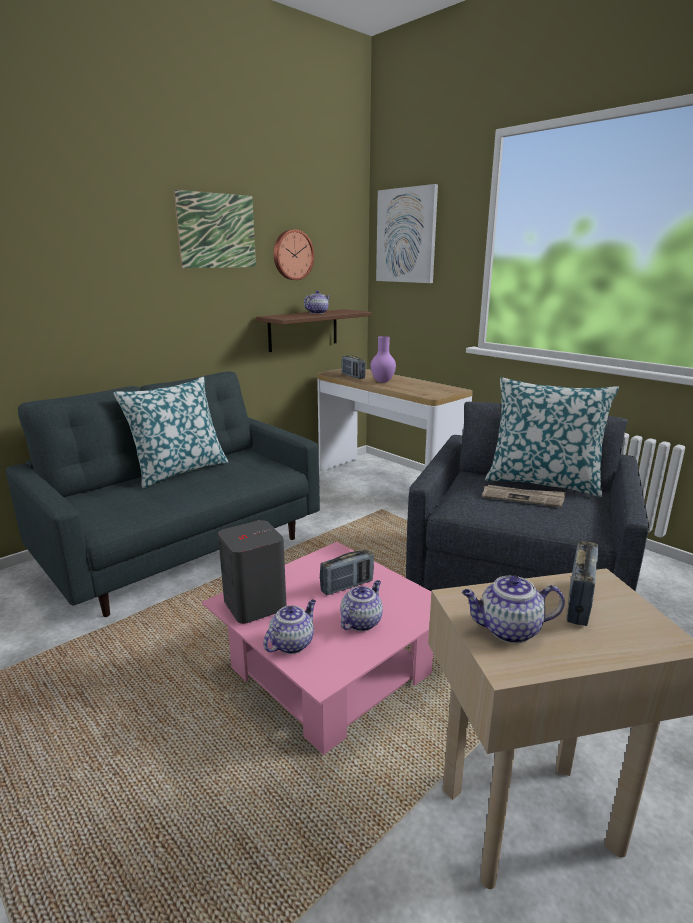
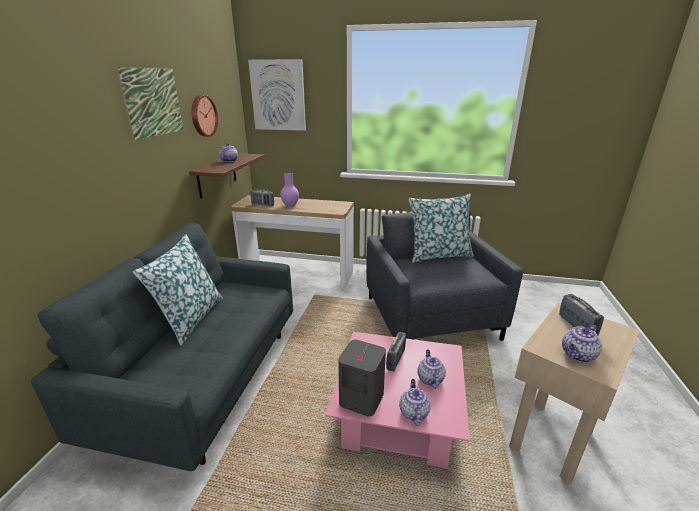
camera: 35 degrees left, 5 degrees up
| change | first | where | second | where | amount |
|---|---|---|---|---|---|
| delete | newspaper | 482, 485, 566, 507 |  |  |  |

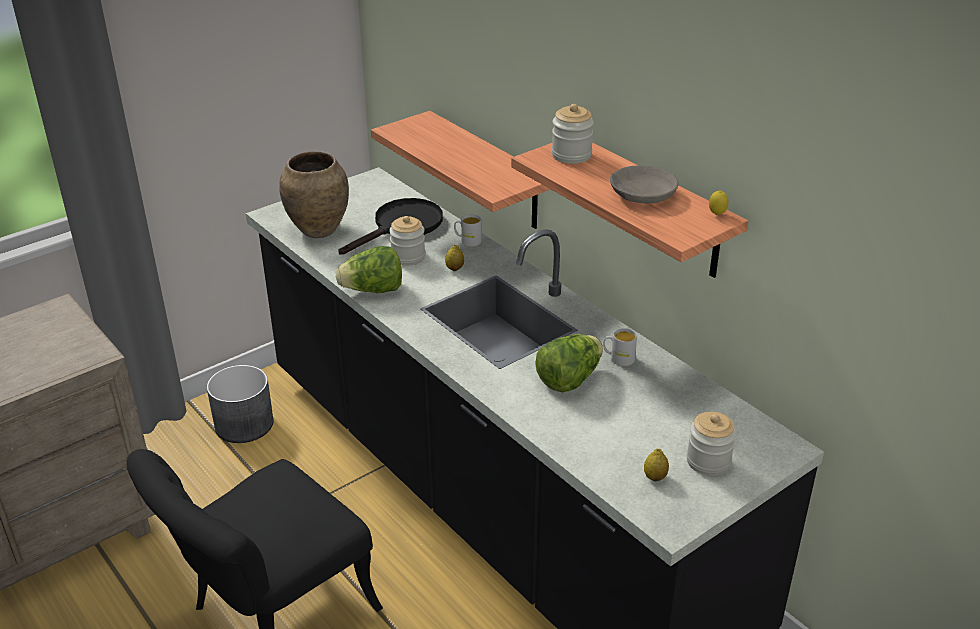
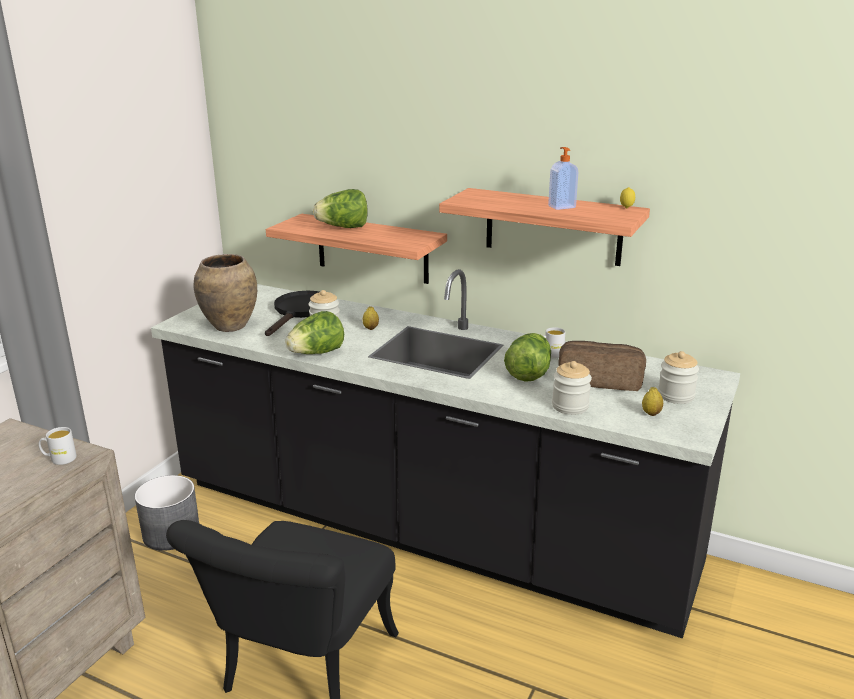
camera: 25 degrees left, 10 degrees down
| change | first | where | second | where | amount |
|---|---|---|---|---|---|
| move | white mug | 454, 214, 481, 247 |  | 39, 427, 77, 465 |  |
| insert |  |  | lettuce | 313, 189, 368, 228 |  |
| replace | grey bowl | 610, 166, 679, 204 | soap dispenser | 548, 147, 578, 210 |  |
| move | jar | 552, 104, 594, 164 |  | 552, 361, 592, 415 |  |
| insert |  |  | bread | 558, 341, 646, 391 |  |

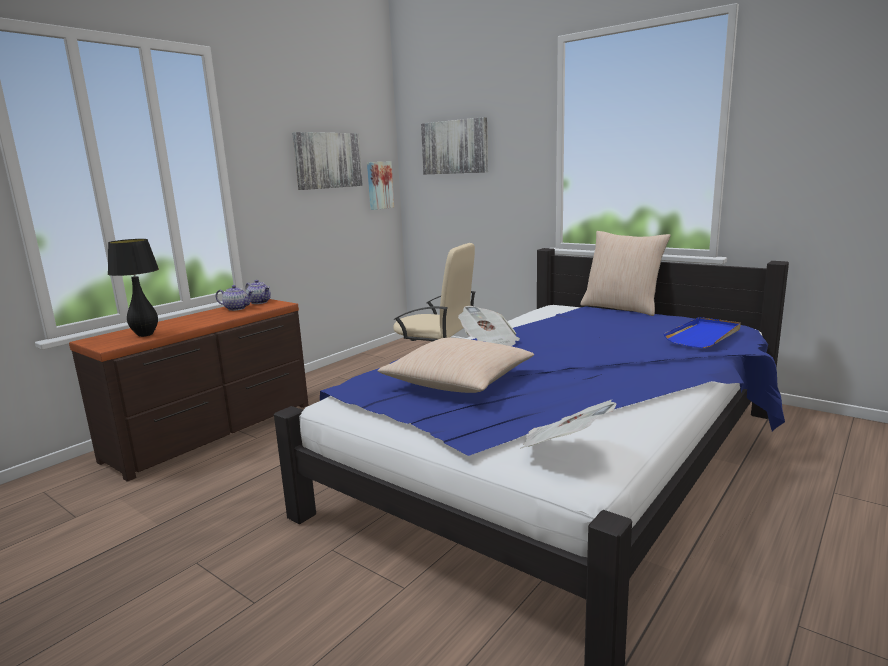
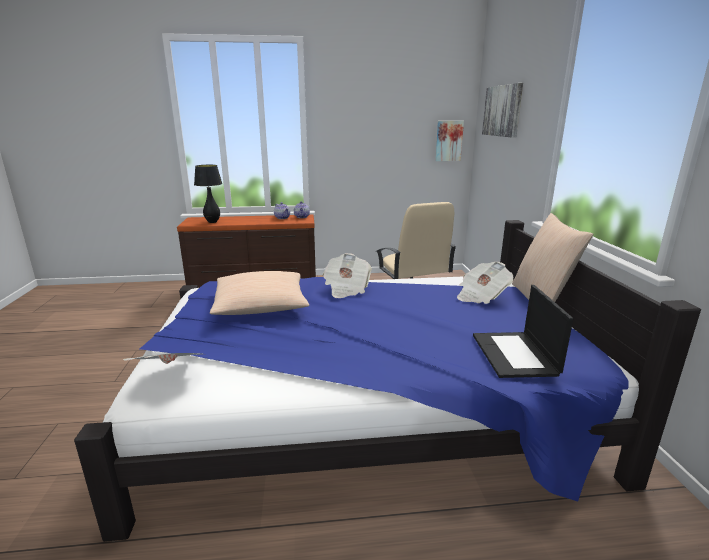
camera: 45 degrees right, 5 degrees up
| change | first | where | second | where | amount |
|---|---|---|---|---|---|
| insert |  |  | newspaper | 457, 262, 513, 304 |  |
| replace | blue tray | 664, 317, 741, 348 | laptop | 473, 285, 573, 378 |  |
| delete | picture | 292, 132, 363, 190 |  |  |  |

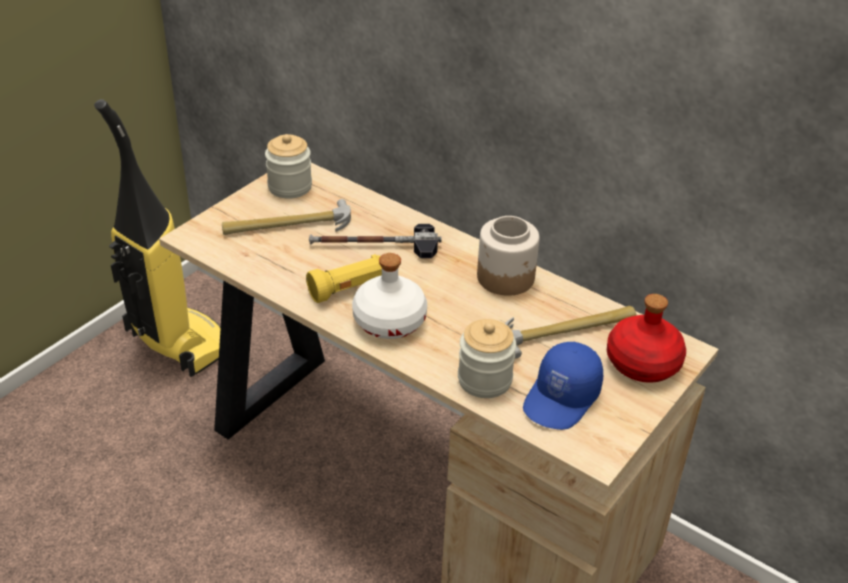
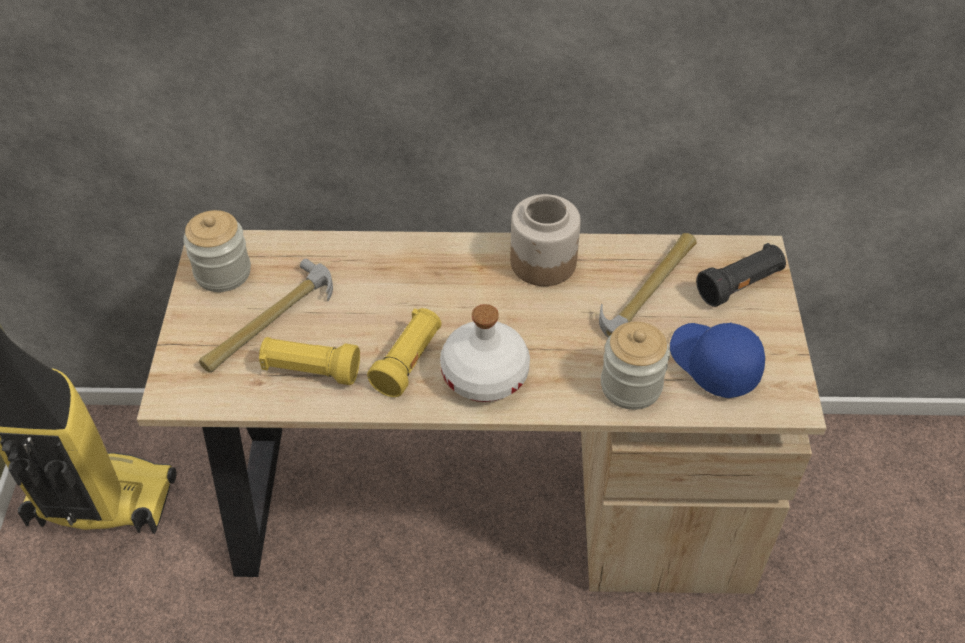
camera: 35 degrees left, 10 degrees up
| change | first | where | second | where | amount |
|---|---|---|---|---|---|
| insert |  |  | yellow flashlight | 259, 337, 360, 385 |  |
| rotate | blue cap | 523, 342, 603, 430 |  | 670, 322, 765, 398 | 150 degrees clockwise |
| replace | red bottle | 607, 294, 686, 383 | black flashlight | 696, 243, 786, 307 |  |
| delete | hammer | 309, 224, 442, 258 |  |  |  |

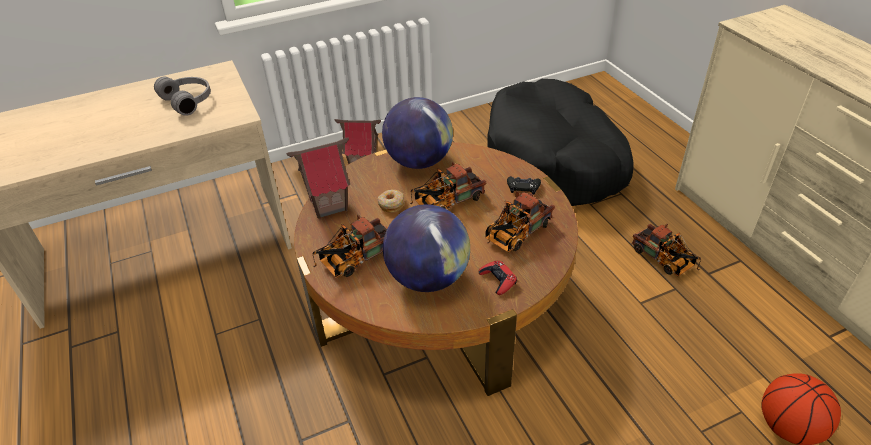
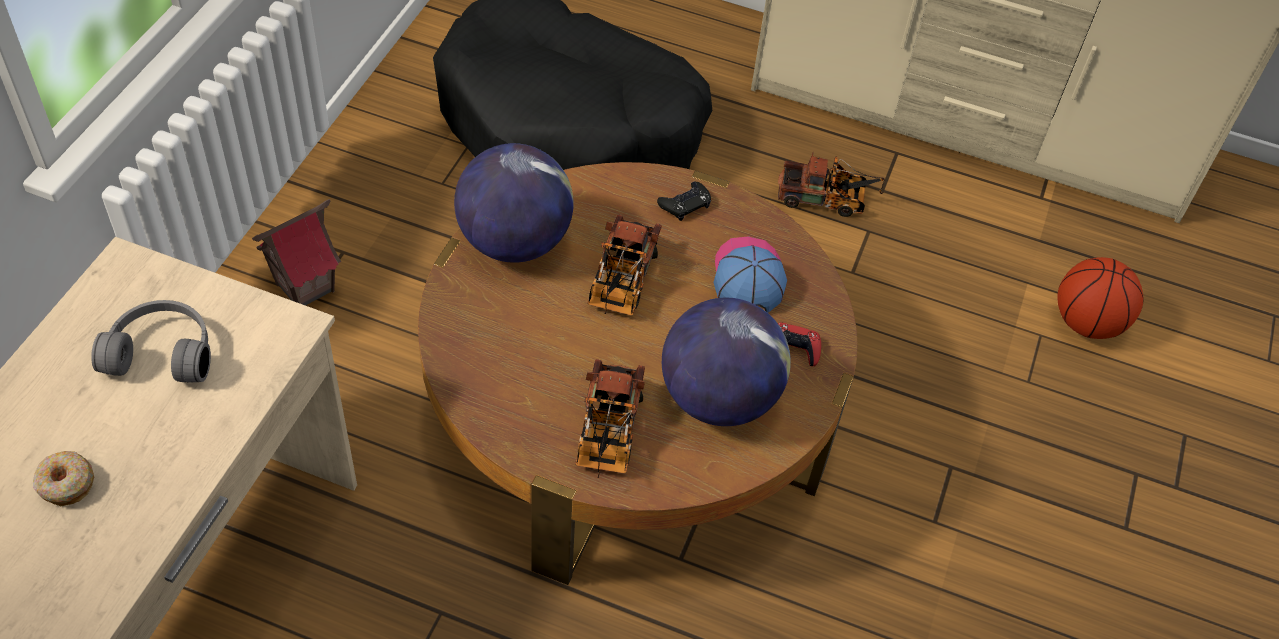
camera: 50 degrees left, 10 degrees up
| change | first | where | second | where | amount |
|---|---|---|---|---|---|
| move | donut | 378, 190, 405, 213 |  | 33, 451, 94, 506 |  |
| replace | toy truck | 485, 191, 555, 252 | cap | 713, 236, 787, 313 |  |
| delete | toy house | 287, 137, 350, 219 |  |  |  |

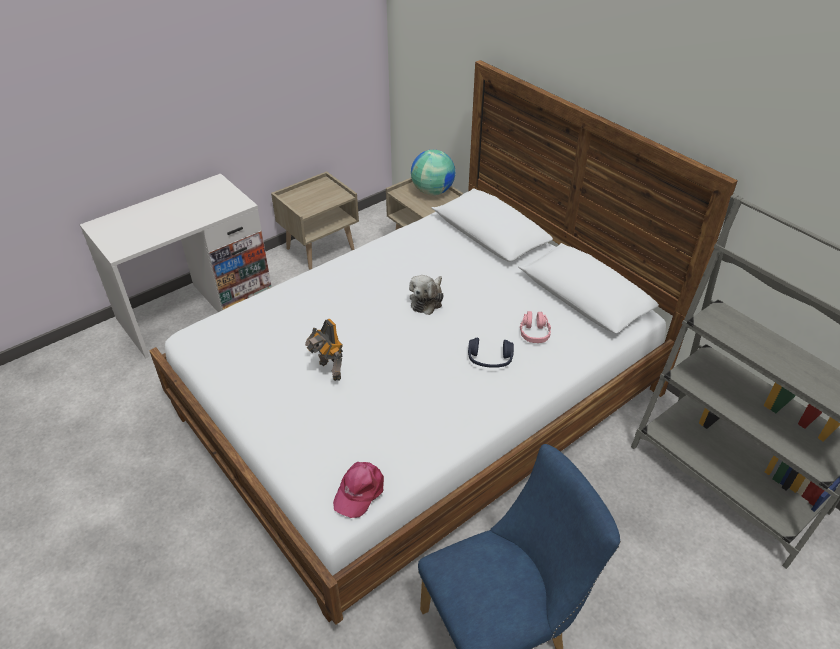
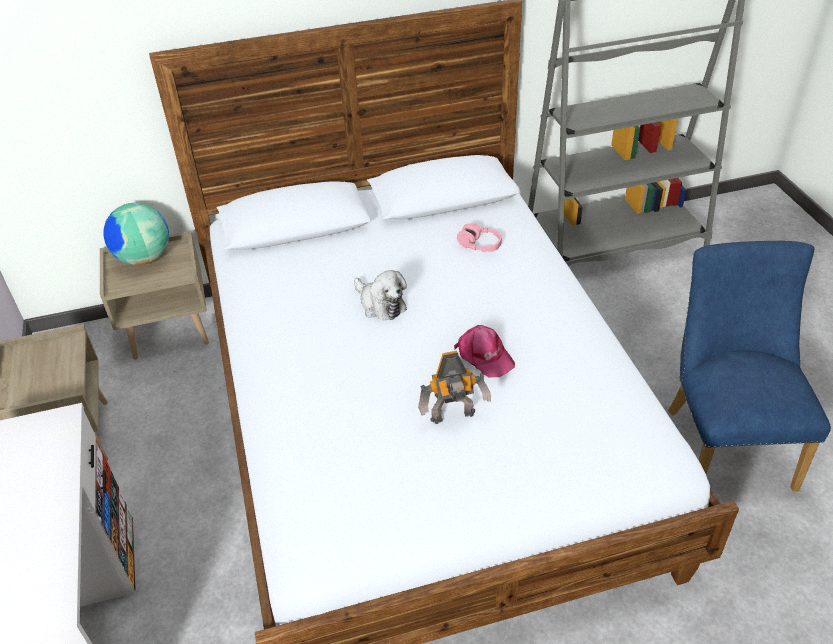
camera: 65 degrees left, 0 degrees up
| change | first | where | second | where | amount |
|---|---|---|---|---|---|
| move | pink cap | 333, 462, 384, 518 |  | 454, 325, 515, 377 |  |
| delete | blue headphones | 468, 338, 514, 368 |  |  |  |

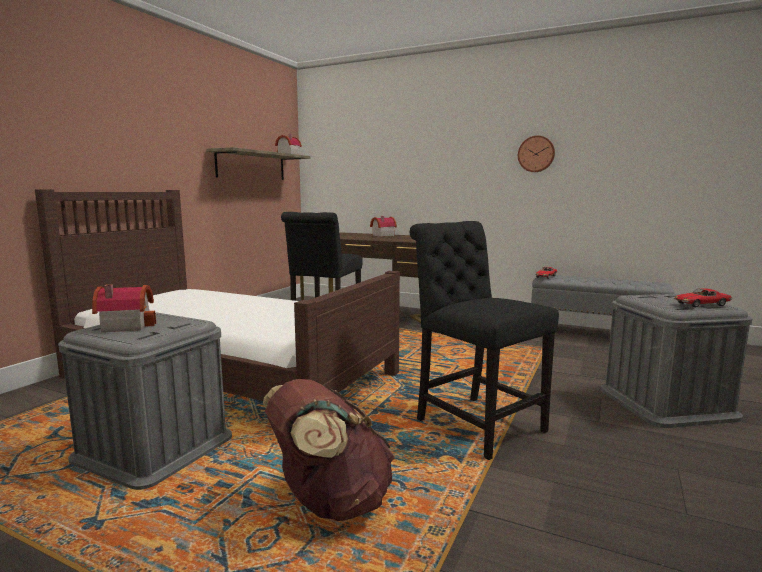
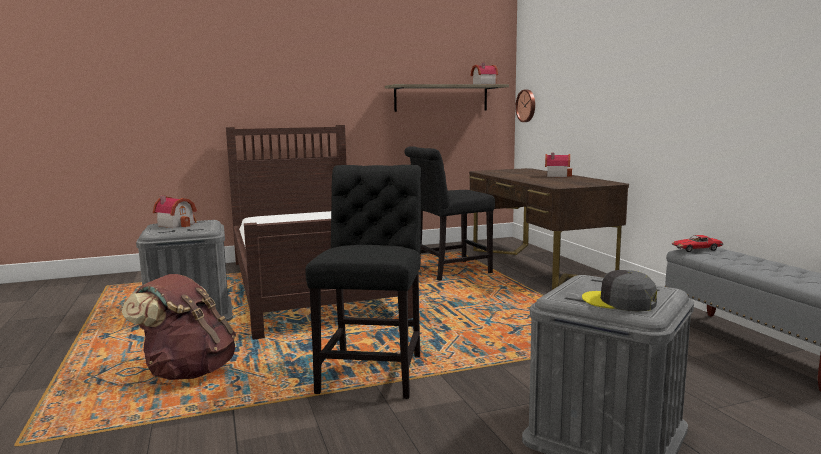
camera: 45 degrees right, 0 degrees up
| change | first | where | second | where | amount |
|---|---|---|---|---|---|
| move | wall clock | 518, 136, 555, 172 |  | 515, 90, 535, 122 |  |
| replace | toy car | 674, 288, 732, 308 | grey cap | 582, 270, 657, 311 |  |

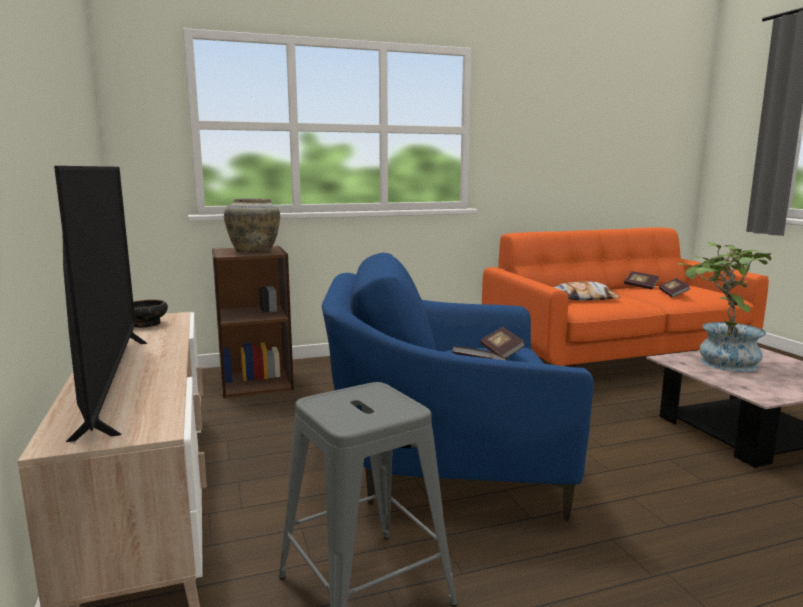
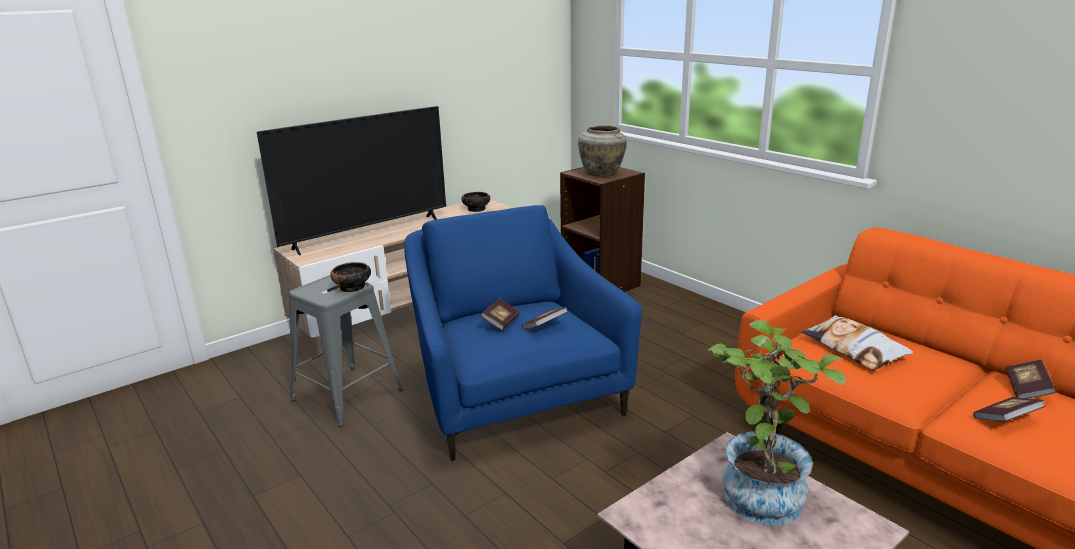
camera: 70 degrees right, 10 degrees up
| change | first | where | second | where | amount |
|---|---|---|---|---|---|
| insert |  |  | bowl | 330, 262, 371, 292 |  |

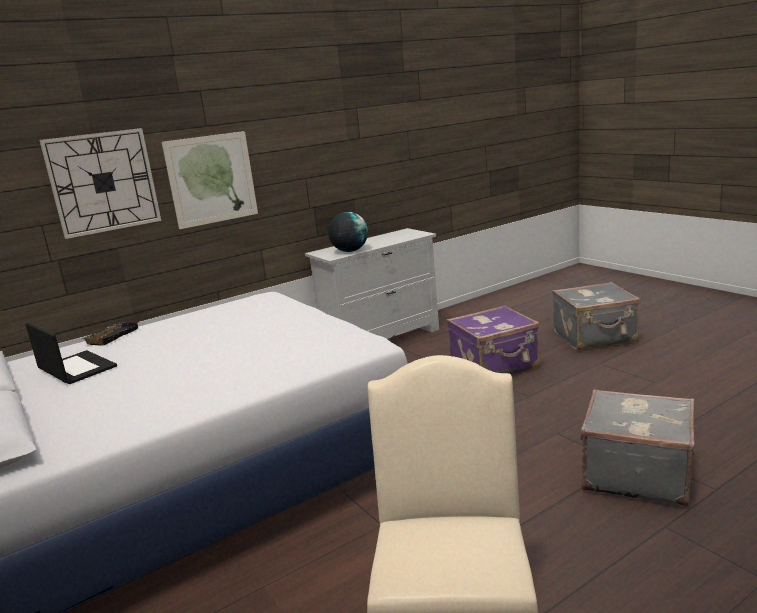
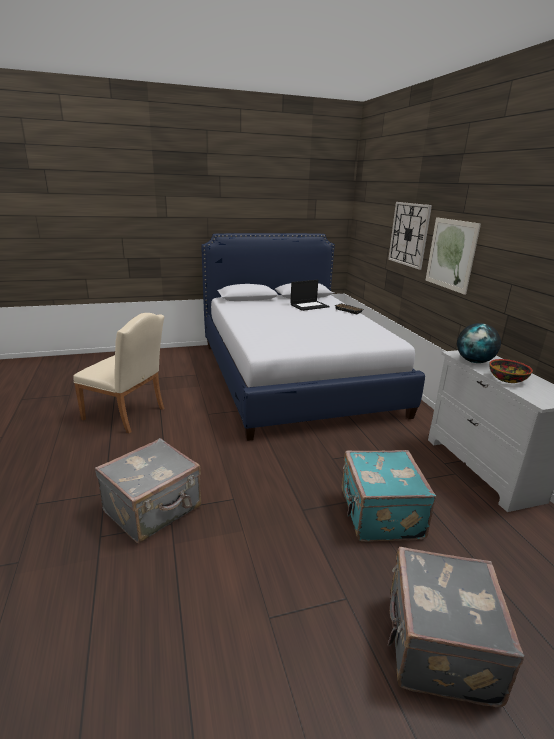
camera: 105 degrees right, 5 degrees up
| change | first | where | second | where | amount |
|---|---|---|---|---|---|
| recolor | purple suitcase | 447, 305, 540, 374 | turquoise suitcase | 342, 450, 436, 542 |  |
| insert |  |  | bowl | 489, 359, 533, 383 |  |

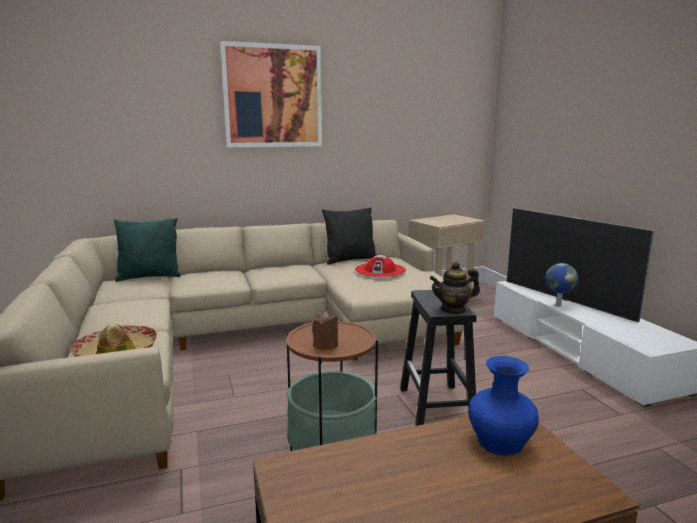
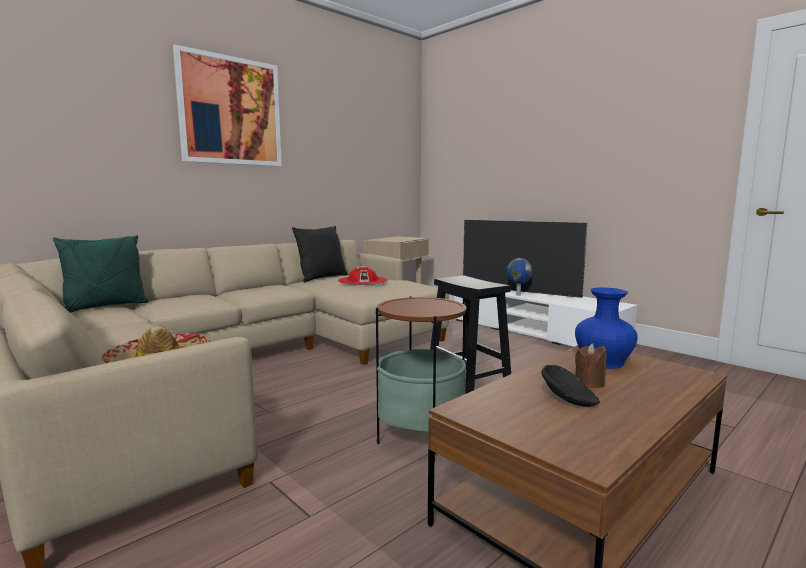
camera: 25 degrees left, 5 degrees down
| change | first | where | second | where | amount |
|---|---|---|---|---|---|
| insert |  |  | black bowl | 541, 365, 600, 407 |  |
| move | brown candle | 313, 311, 338, 350 |  | 575, 343, 607, 388 |  |
| delete | teapot | 430, 262, 480, 314 |  |  |  |

